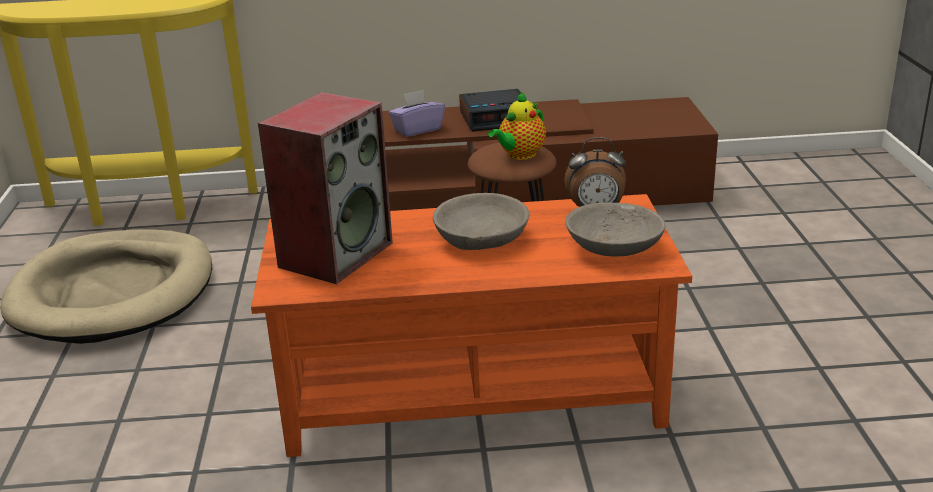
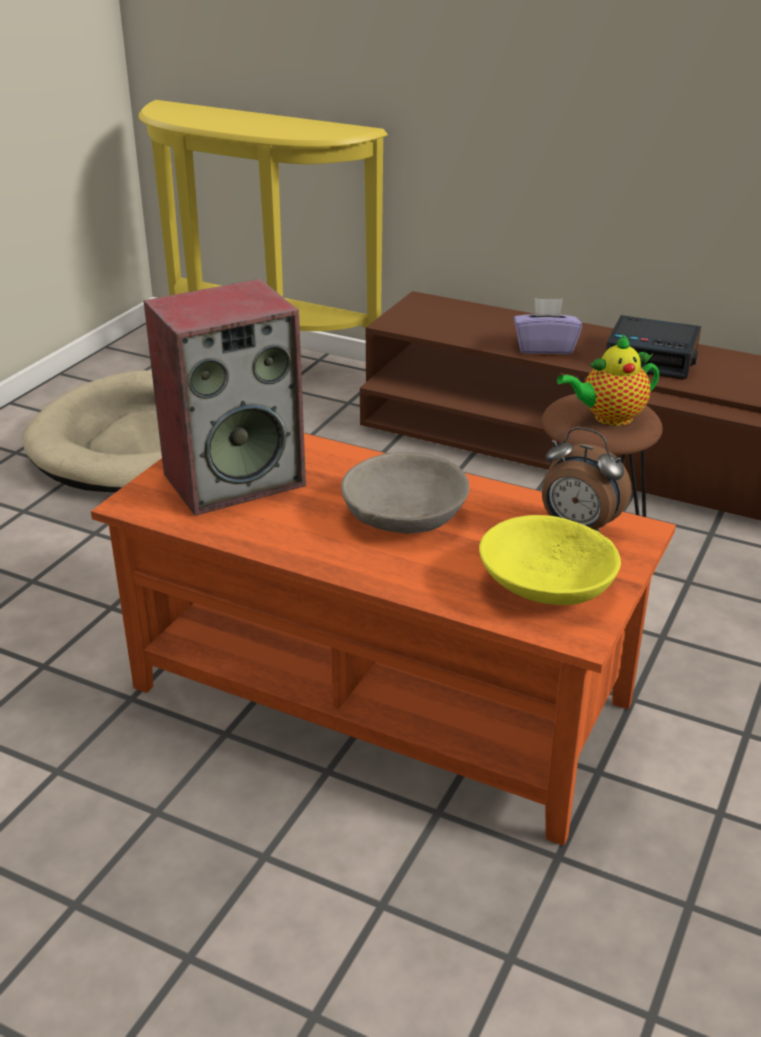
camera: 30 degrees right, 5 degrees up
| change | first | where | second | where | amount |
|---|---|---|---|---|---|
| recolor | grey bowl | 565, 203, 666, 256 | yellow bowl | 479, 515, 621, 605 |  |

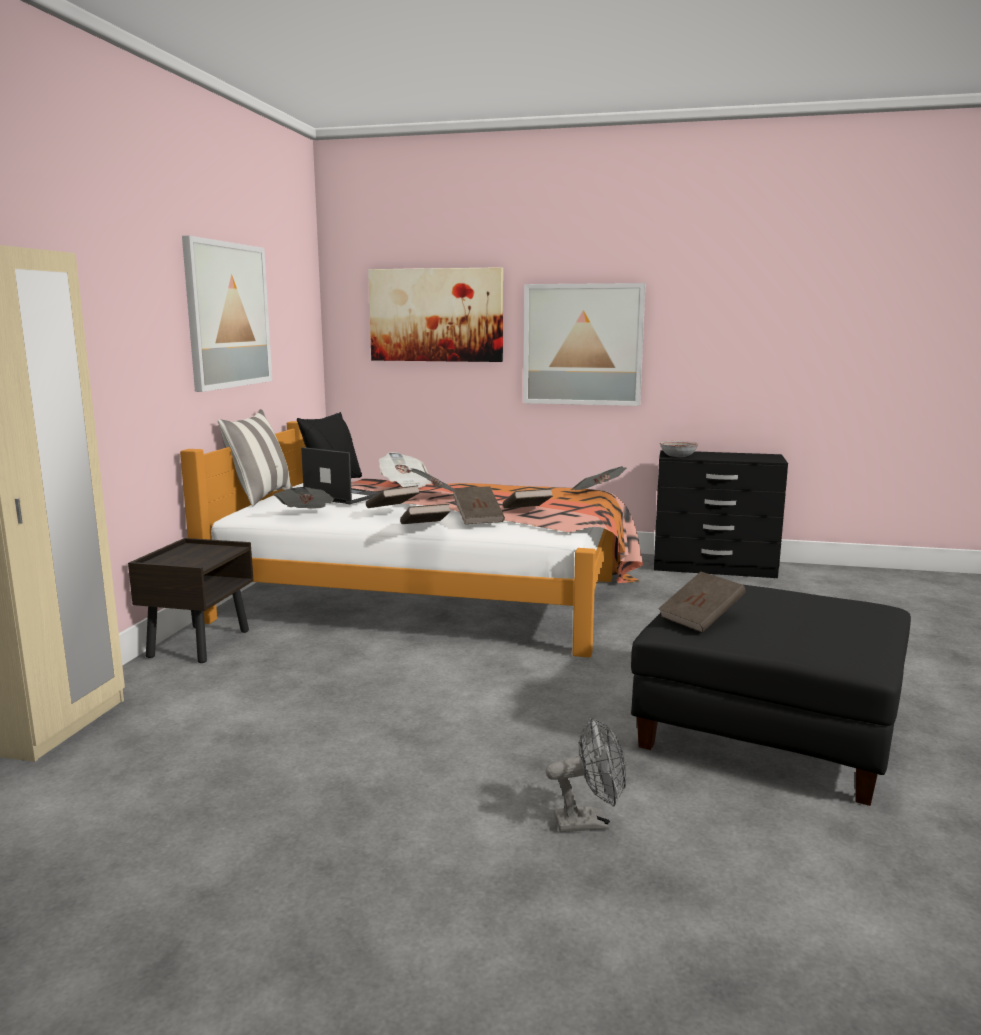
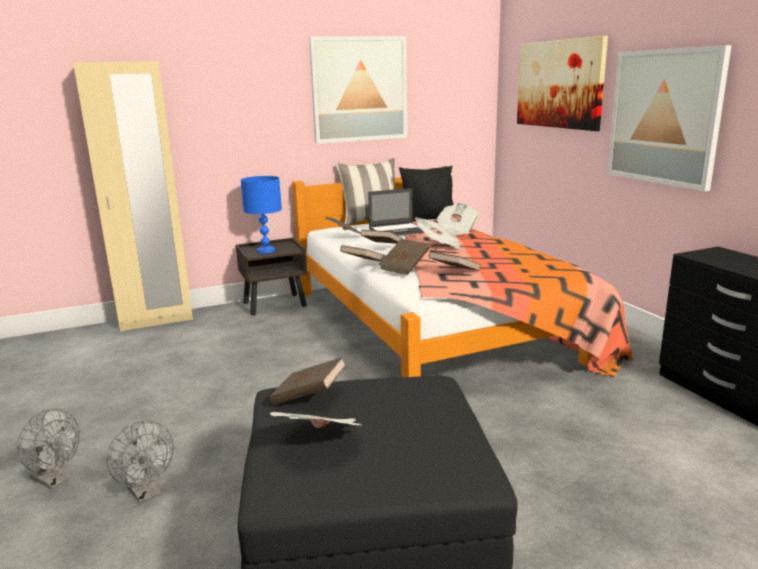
camera: 55 degrees right, 5 degrees up
| change | first | where | second | where | amount |
|---|---|---|---|---|---|
| insert |  |  | grey fan | 18, 408, 80, 489 |  |
| insert |  |  | blue table lamp | 241, 176, 282, 254 |  |
| move | newspaper | 571, 466, 627, 490 |  | 270, 412, 362, 428 |  |
| rotate | laptop | 301, 447, 379, 504 |  | 368, 188, 424, 235 | 75 degrees clockwise |
| delete | bowl | 660, 441, 698, 457 |  |  |  |

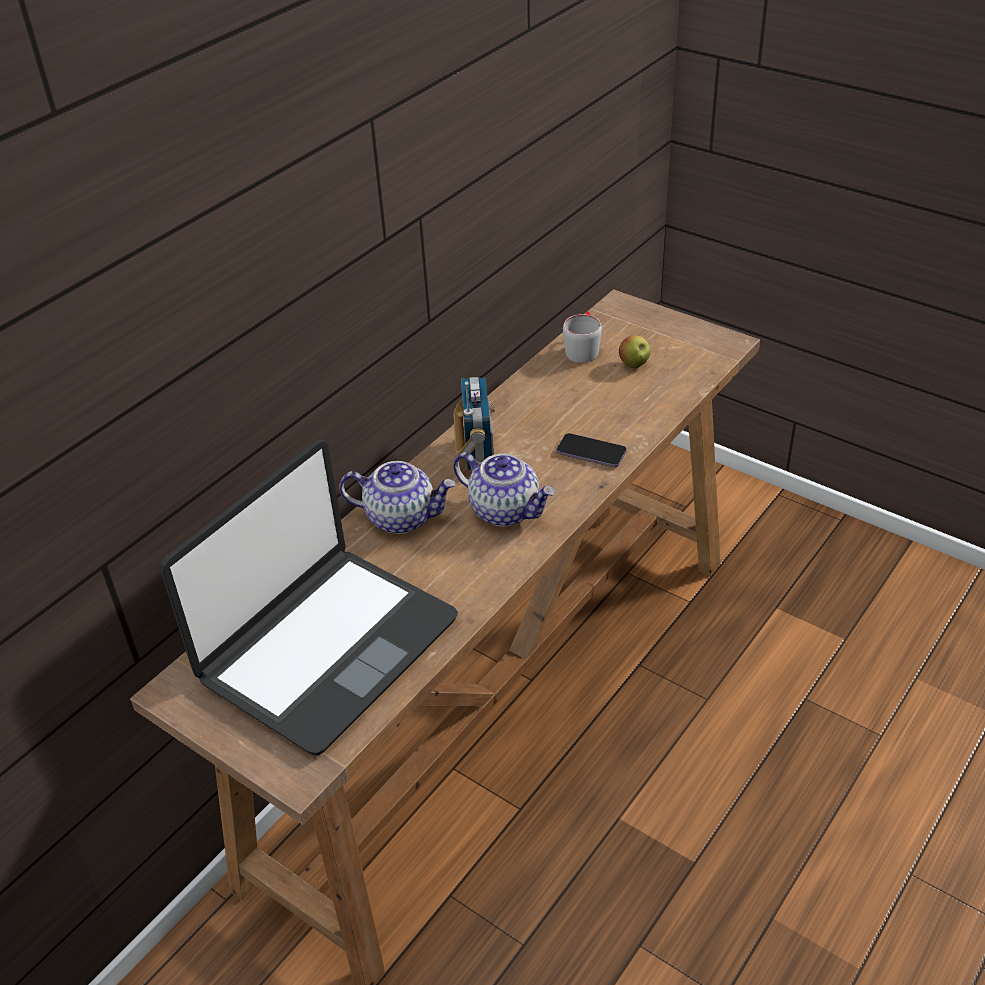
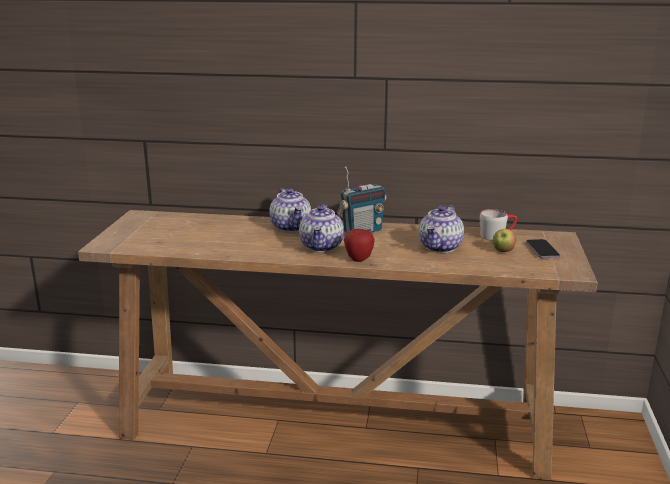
camera: 60 degrees right, 20 degrees down
| change | first | where | second | where | amount |
|---|---|---|---|---|---|
| insert |  |  | apple | 344, 229, 375, 262 |  |
| insert |  |  | teapot | 419, 205, 464, 253 |  |
| move | phone | 557, 433, 627, 467 |  | 526, 239, 560, 258 |  |
| delete | laptop | 160, 440, 458, 756 |  |  |  |

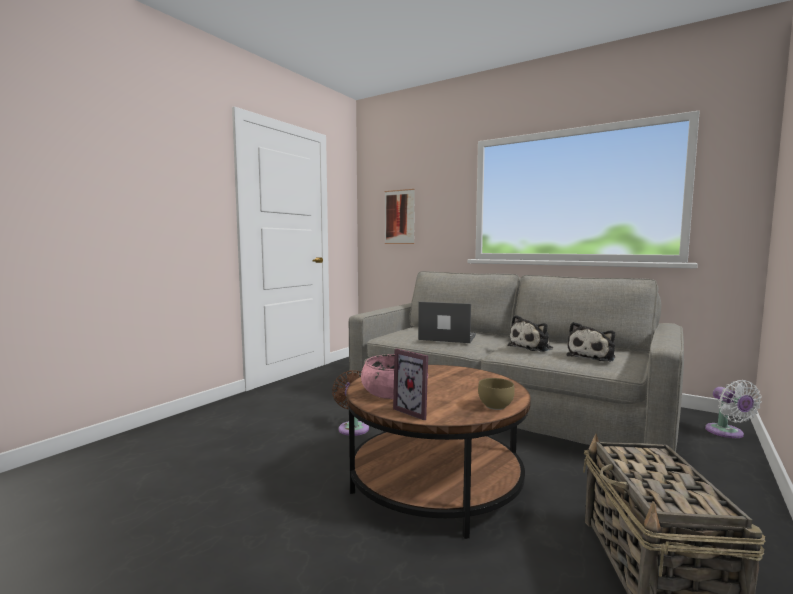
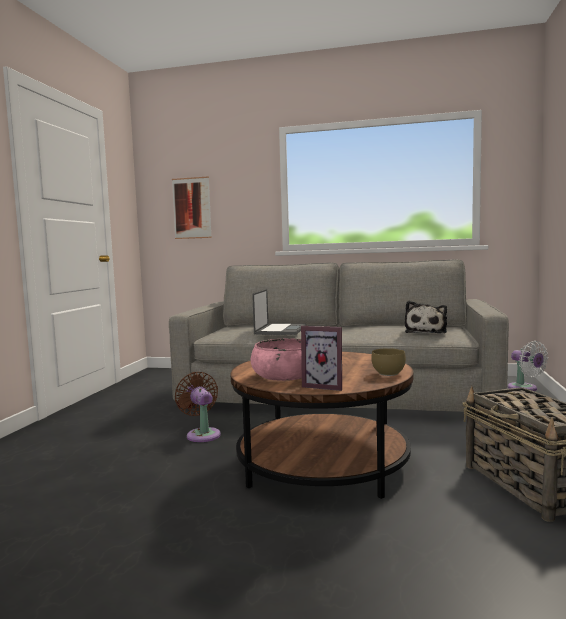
camera: 20 degrees left, 0 degrees up
| change | first | where | second | where | amount |
|---|---|---|---|---|---|
| rotate | laptop | 418, 302, 476, 343 |  | 252, 289, 306, 335 | 105 degrees clockwise |
| delete | plush toy | 508, 315, 553, 352 |  |  |  |

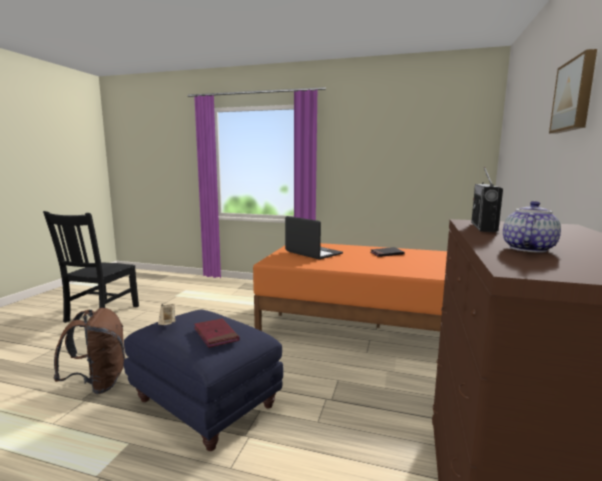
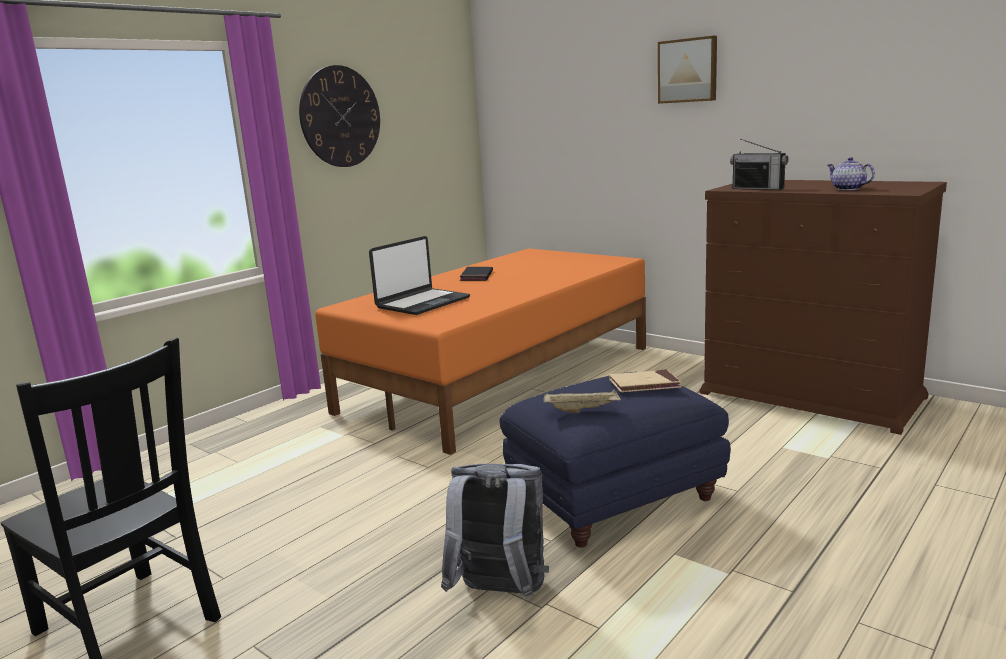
camera: 65 degrees left, 5 degrees up
| change | first | where | second | where | amount |
|---|---|---|---|---|---|
| insert |  |  | wall clock | 299, 65, 380, 167 |  |
| rotate | laptop | 285, 216, 343, 260 |  | 369, 236, 470, 315 | 150 degrees clockwise |
| recolor | brown backpack | 53, 308, 125, 394 | grey backpack | 441, 464, 549, 599 |  |
| recolor | red book | 194, 319, 240, 348 | beige book | 609, 369, 681, 392 |  |

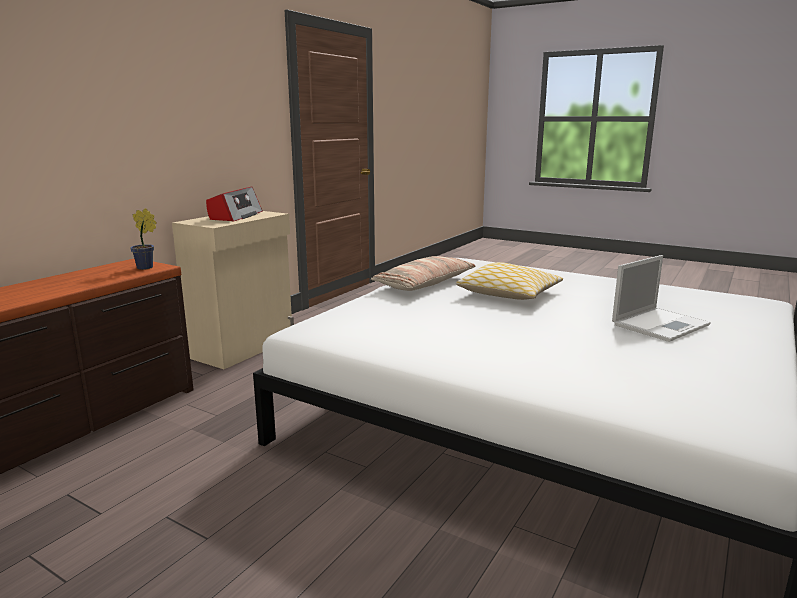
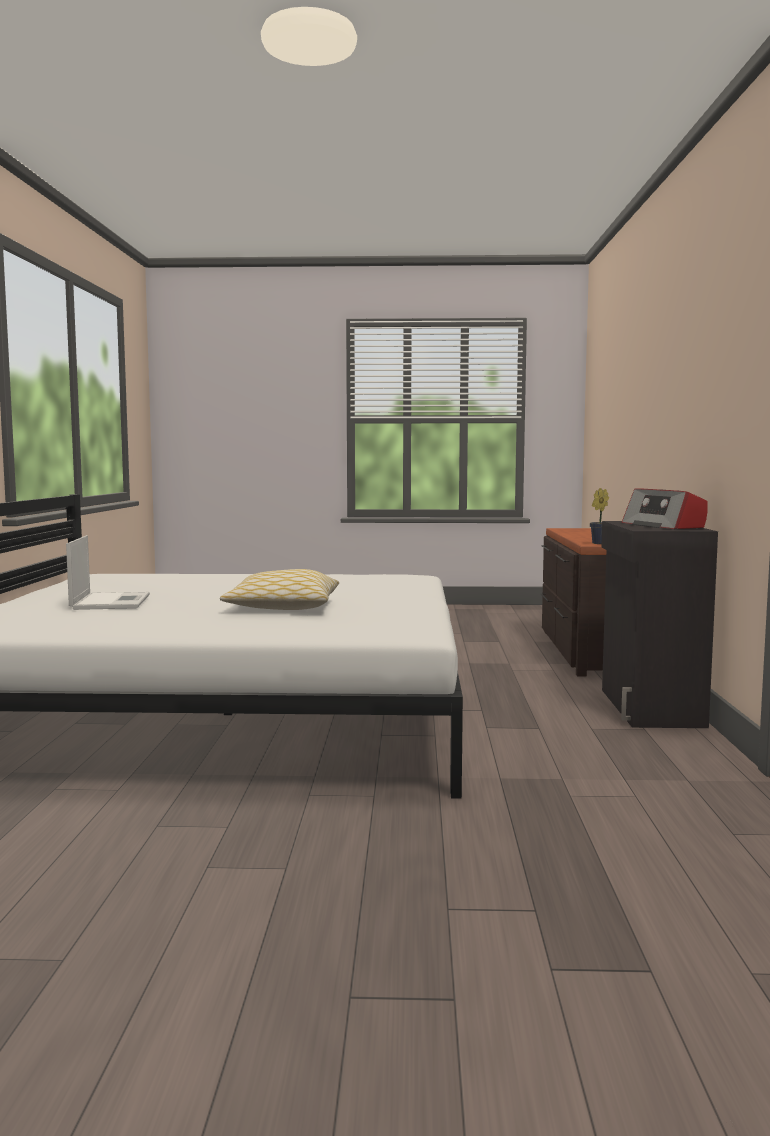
camera: 150 degrees right, 10 degrees down
| change | first | where | second | where | amount |
|---|---|---|---|---|---|
| rotate | laptop | 612, 255, 711, 342 |  | 66, 535, 150, 610 | 150 degrees clockwise |
| recolor | beige cabinet | 172, 211, 294, 369 | black cabinet | 601, 521, 718, 728 |  |
| delete | pillow | 371, 256, 476, 291 |  |  |  |

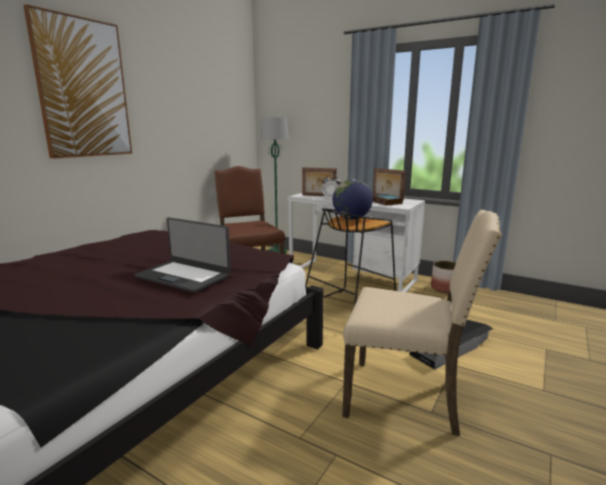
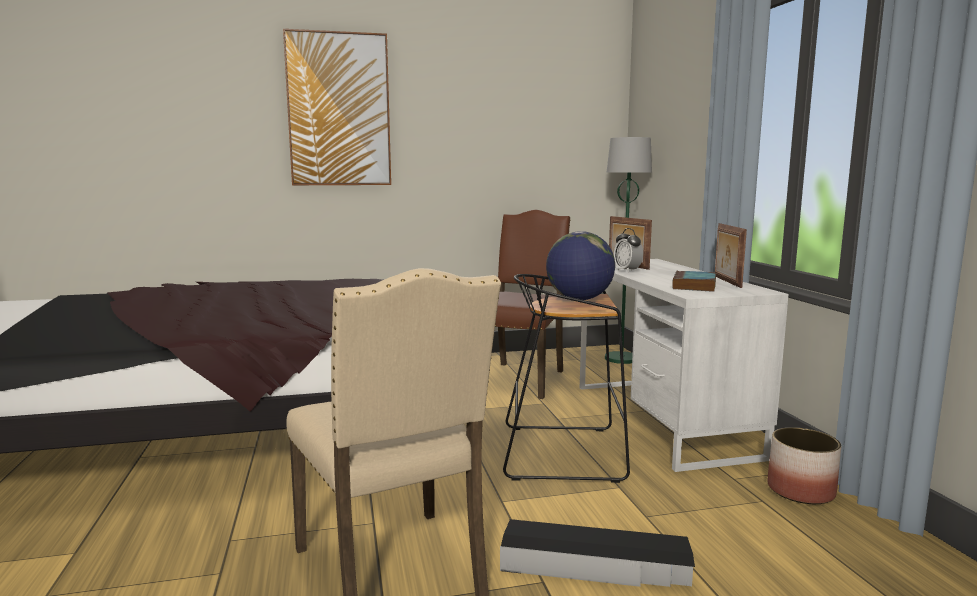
camera: 45 degrees right, 5 degrees down
| change | first | where | second | where | amount |
|---|---|---|---|---|---|
| delete | laptop | 134, 217, 231, 293 |  |  |  |

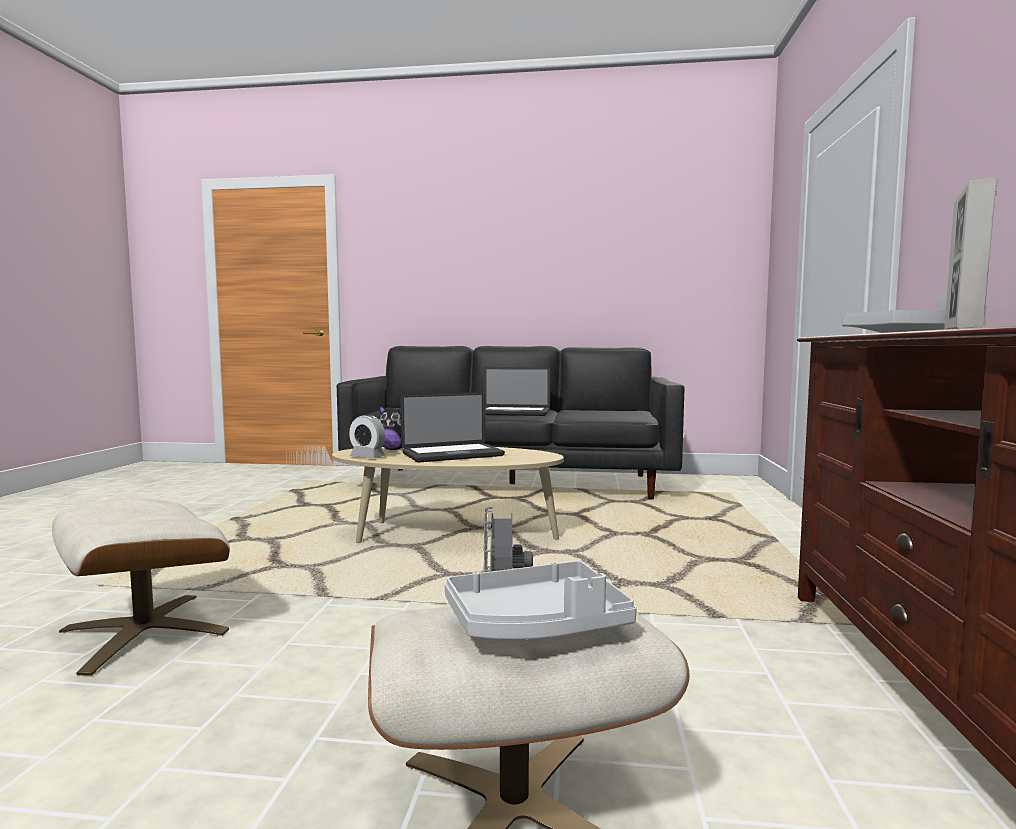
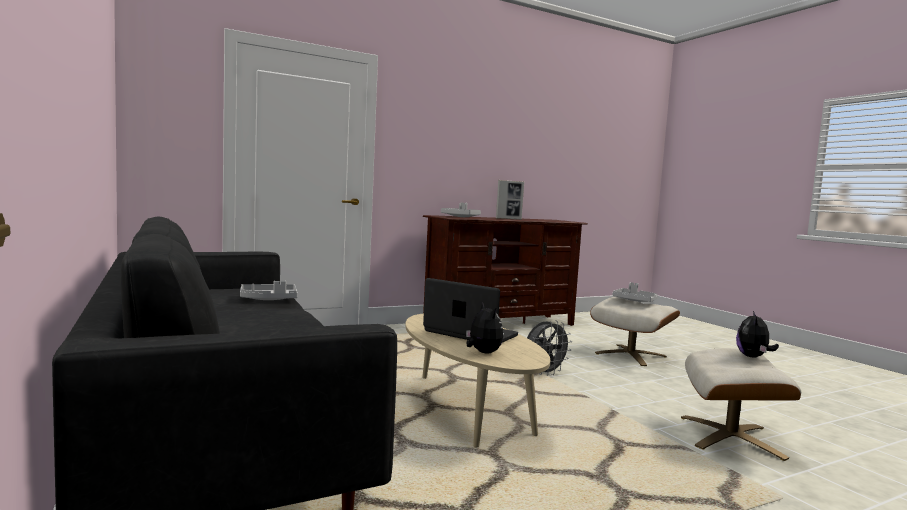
camera: 125 degrees left, 0 degrees up
| change | first | where | second | where | amount |
|---|---|---|---|---|---|
| insert |  |  | grey tray | 240, 281, 298, 300 |  |
| insert |  |  | plush toy | 736, 311, 779, 358 |  |
| delete | alarm clock | 349, 415, 385, 458 |  |  |  |
| delete | laptop | 484, 367, 550, 416 |  |  |  |

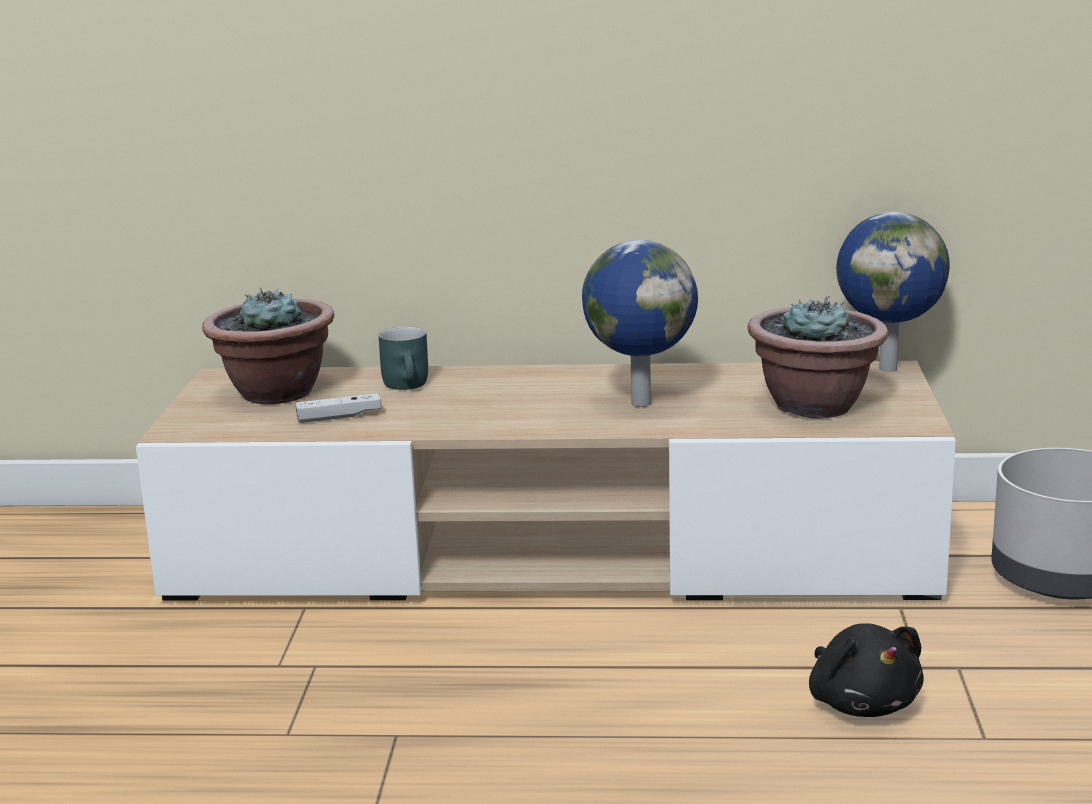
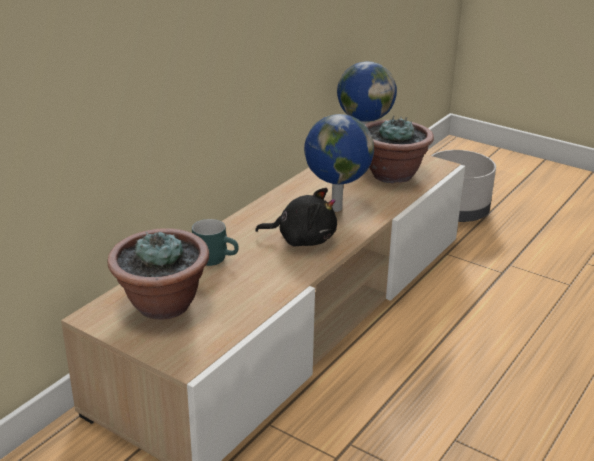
camera: 60 degrees left, 10 degrees up
| change | first | where | second | where | amount |
|---|---|---|---|---|---|
| move | black plush toy | 809, 623, 924, 717 |  | 255, 188, 337, 247 |  |
| delete | white game controller | 295, 393, 382, 423 |  |  |  |

